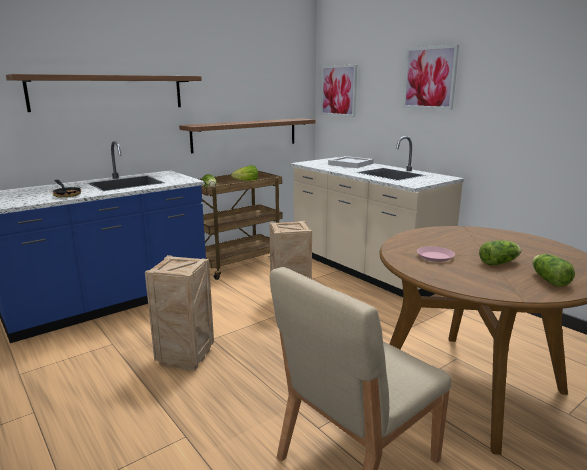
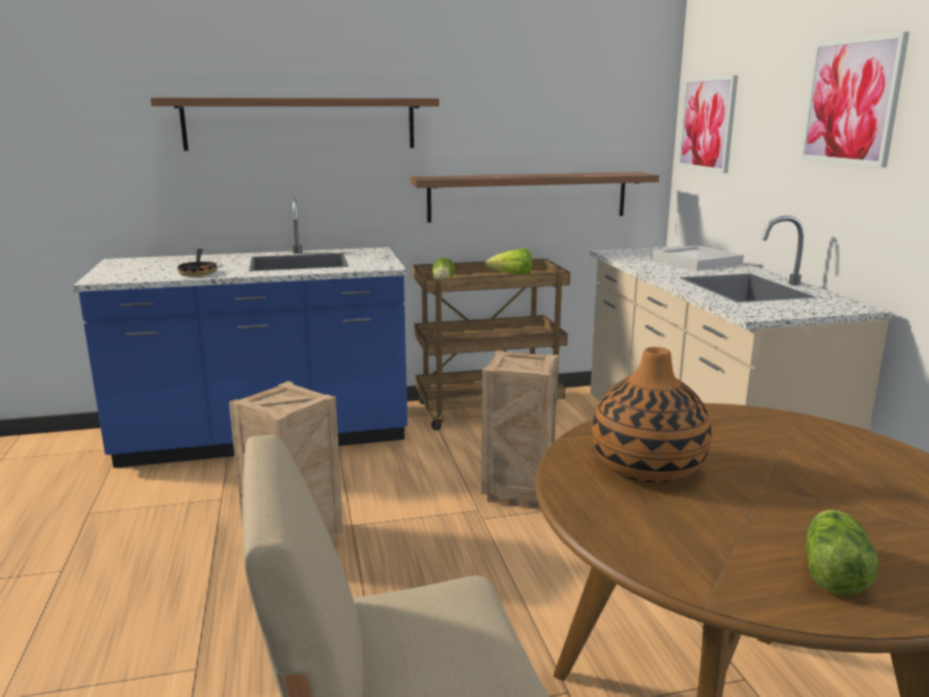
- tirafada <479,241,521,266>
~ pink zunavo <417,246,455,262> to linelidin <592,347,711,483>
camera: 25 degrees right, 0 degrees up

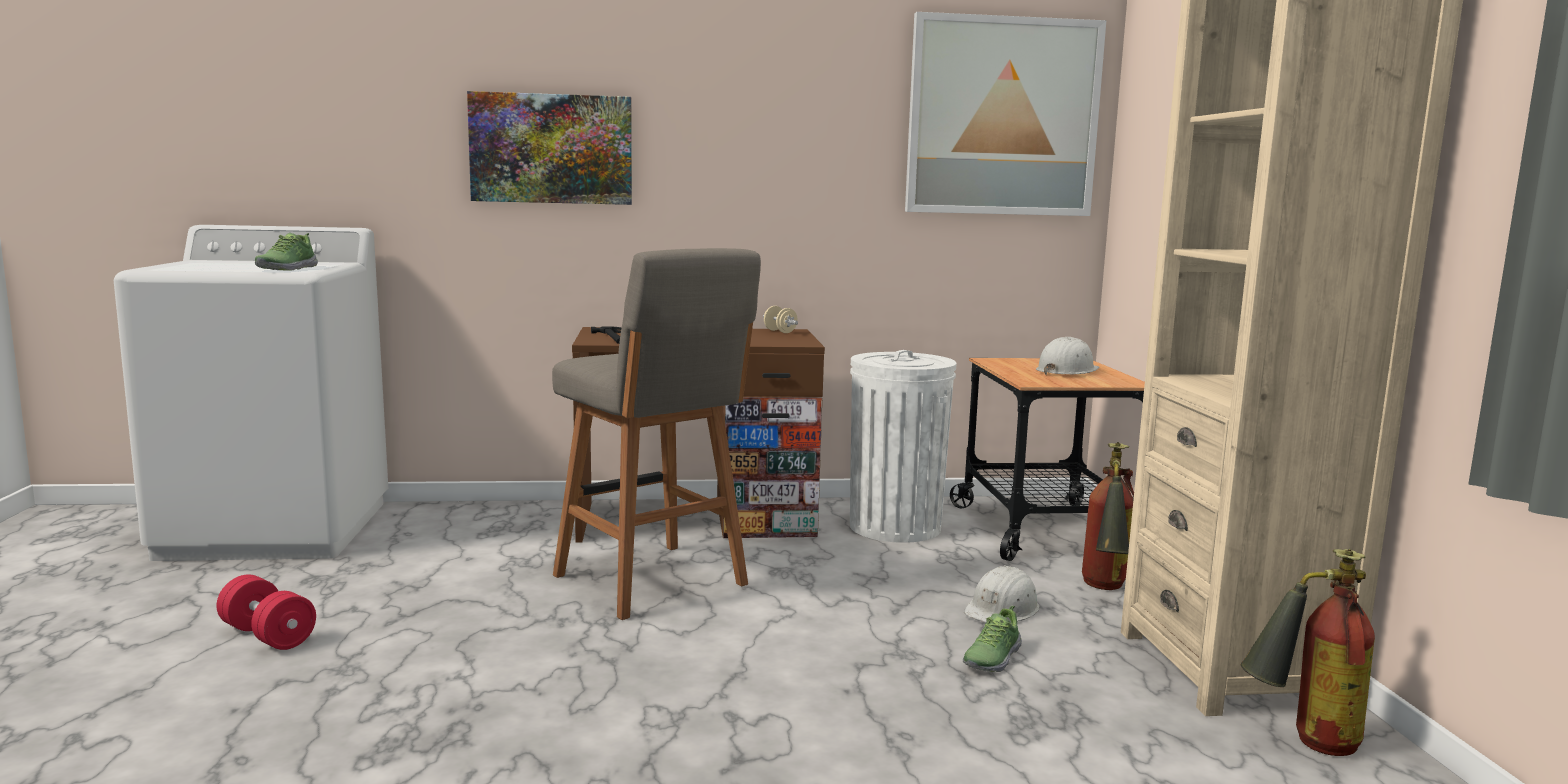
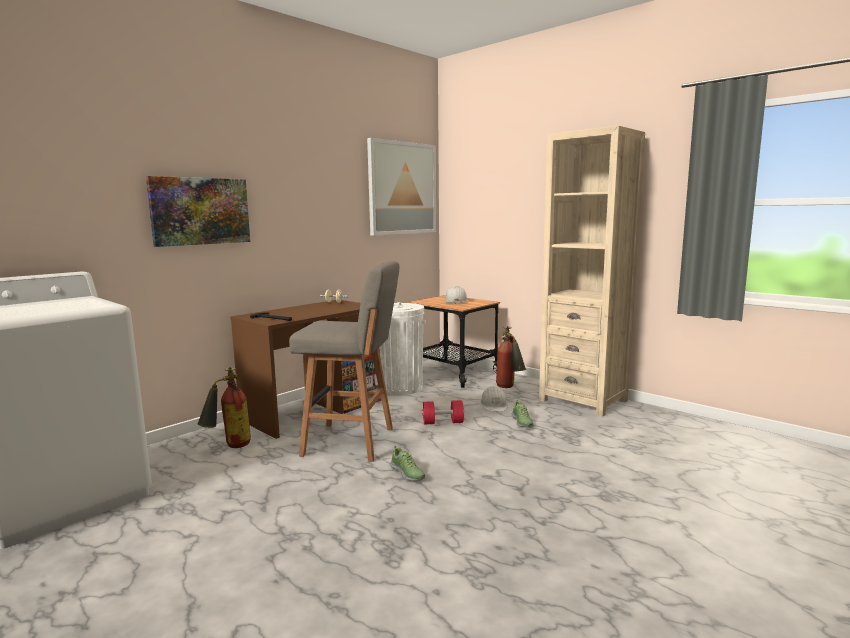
~ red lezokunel <217,574,316,650> to <422,400,464,424>
~ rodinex <255,233,318,271> to <390,446,426,481>
~ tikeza <1240,549,1375,756> to <197,367,251,448>
camera: 40 degrees left, 0 degrees up

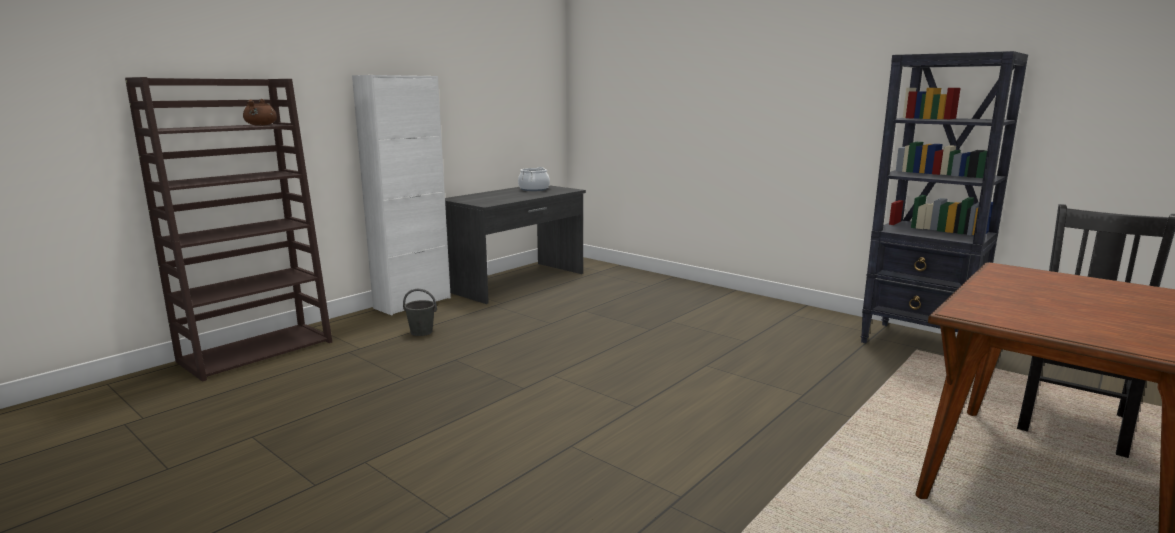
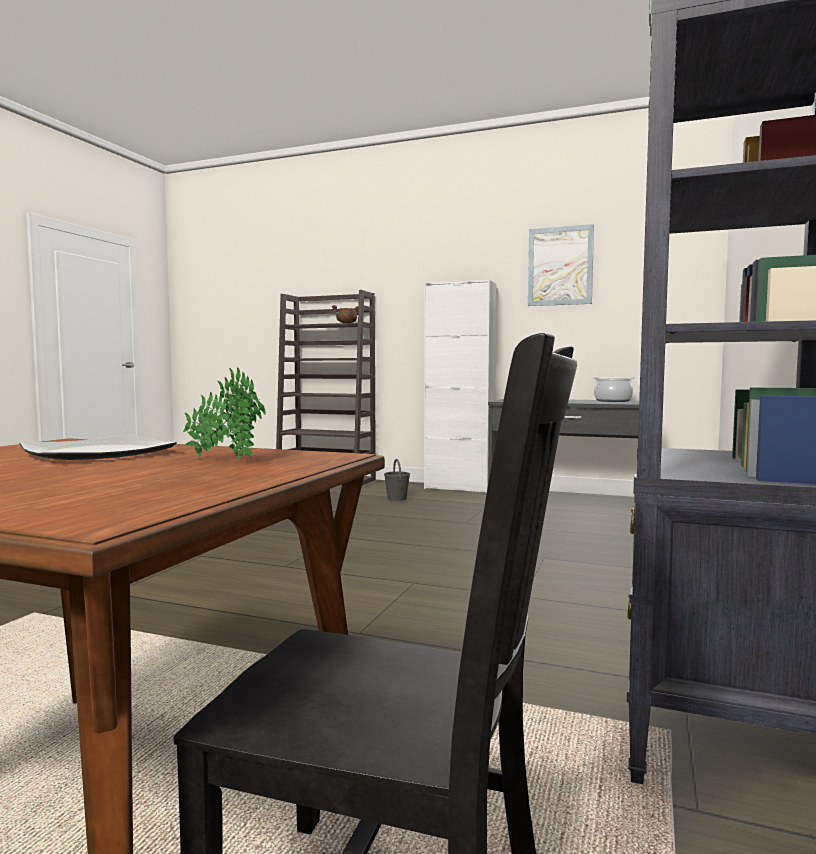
+ zunavo <20,434,177,460>
+ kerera <183,367,266,461>
+ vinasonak <528,224,594,306>
camera: 70 degrees right, 10 degrees down

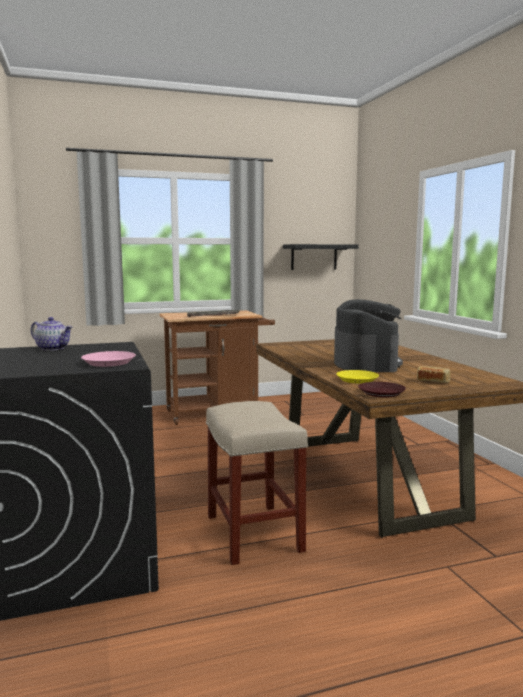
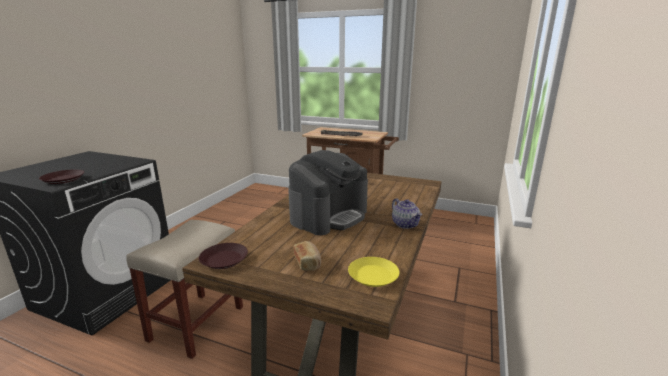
- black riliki <283,244,359,270>
~ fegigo <31,317,73,351> to <392,198,422,229>
~ yellow zunavo <336,370,379,384> to <348,257,400,287>
~ pink zunavo <81,351,136,367> to brown zunavo <39,169,84,184>
camera: 40 degrees right, 10 degrees up

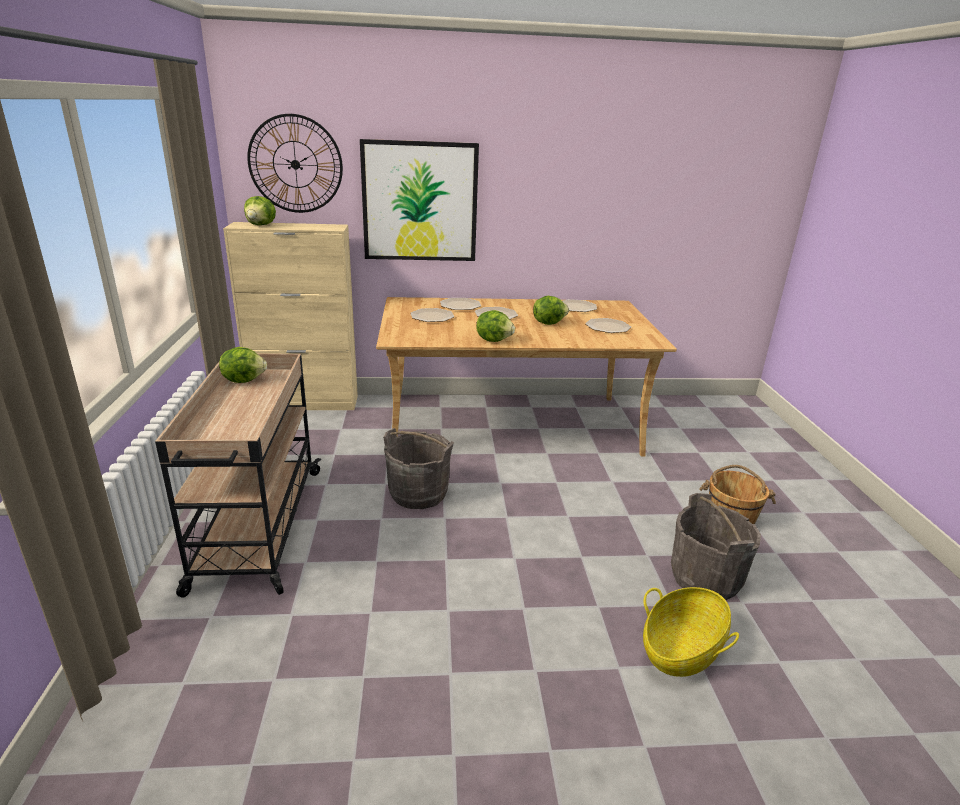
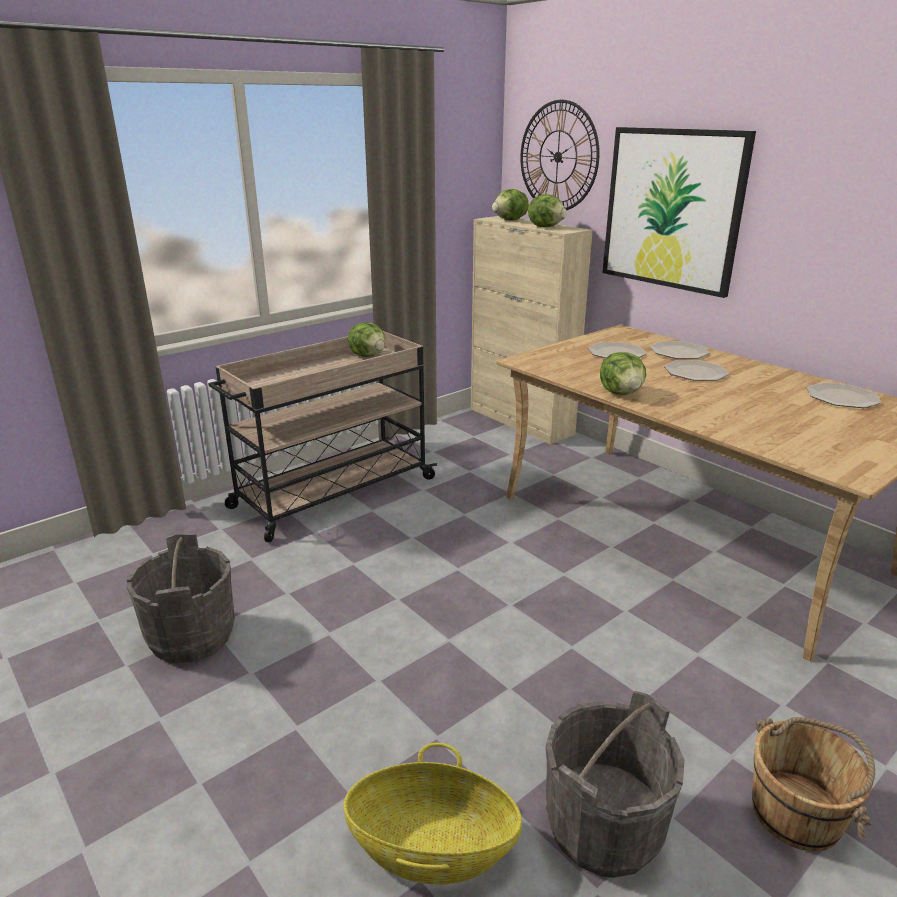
- zunavo <585,318,631,333>
~ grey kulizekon <383,428,454,509> to <126,534,235,664>
~ tirafada <533,296,569,325> to <528,194,567,227>
camera: 55 degrees right, 0 degrees up

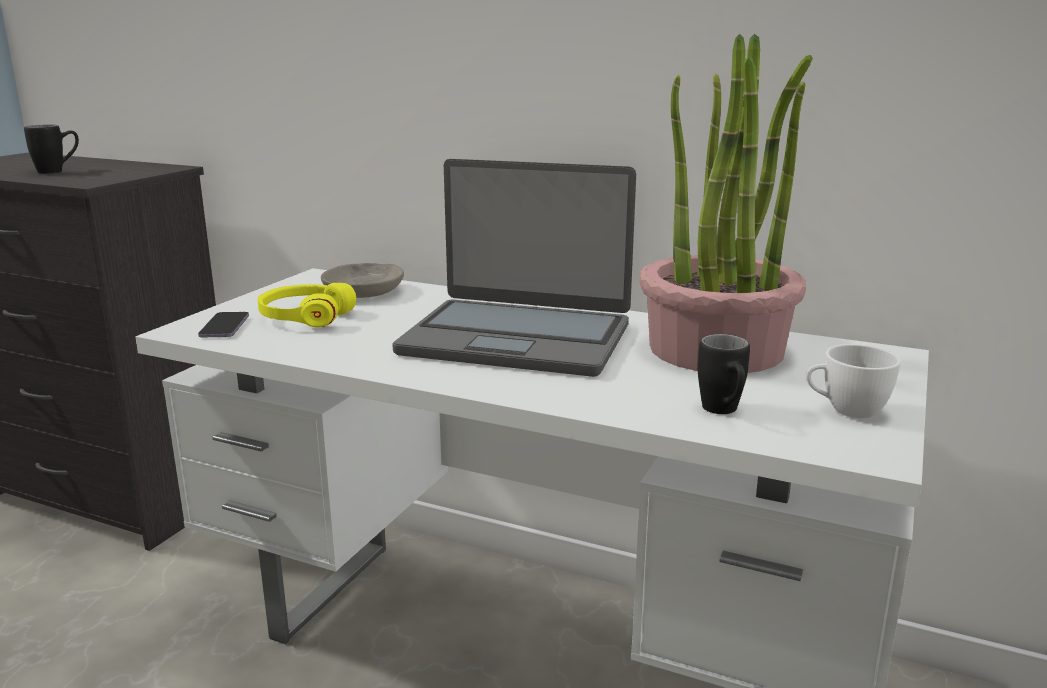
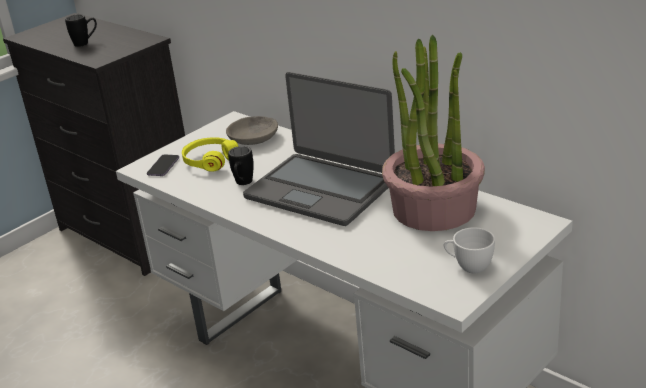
~ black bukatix <698,334,750,414> to <228,146,254,185>
camera: 20 degrees right, 10 degrees up

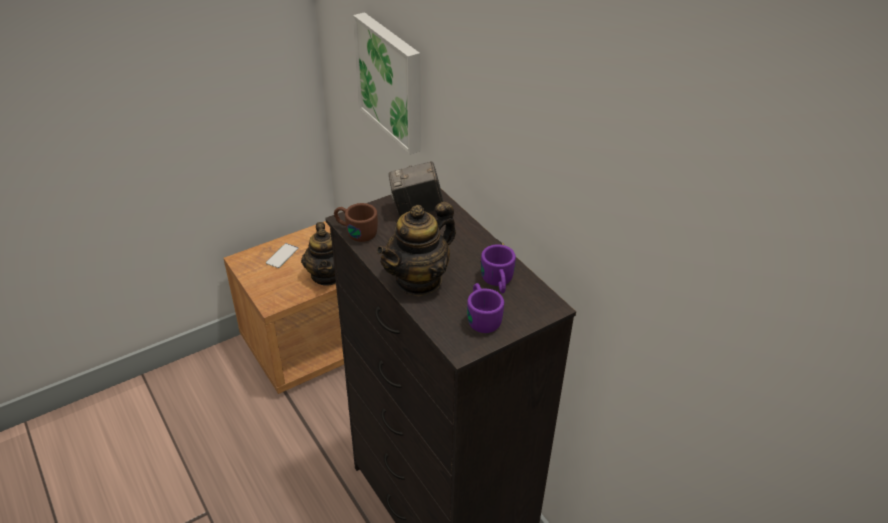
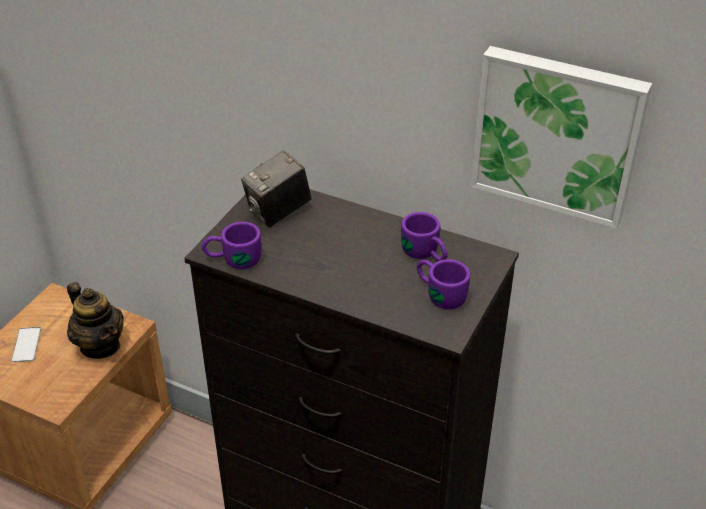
- fegigo <376,202,456,297>
~ vinasonak <353,12,421,155> to <470,46,652,229>
~ brown bukatix <334,203,378,242> to purple bukatix <201,222,261,269>
camera: 30 degrees left, 0 degrees up

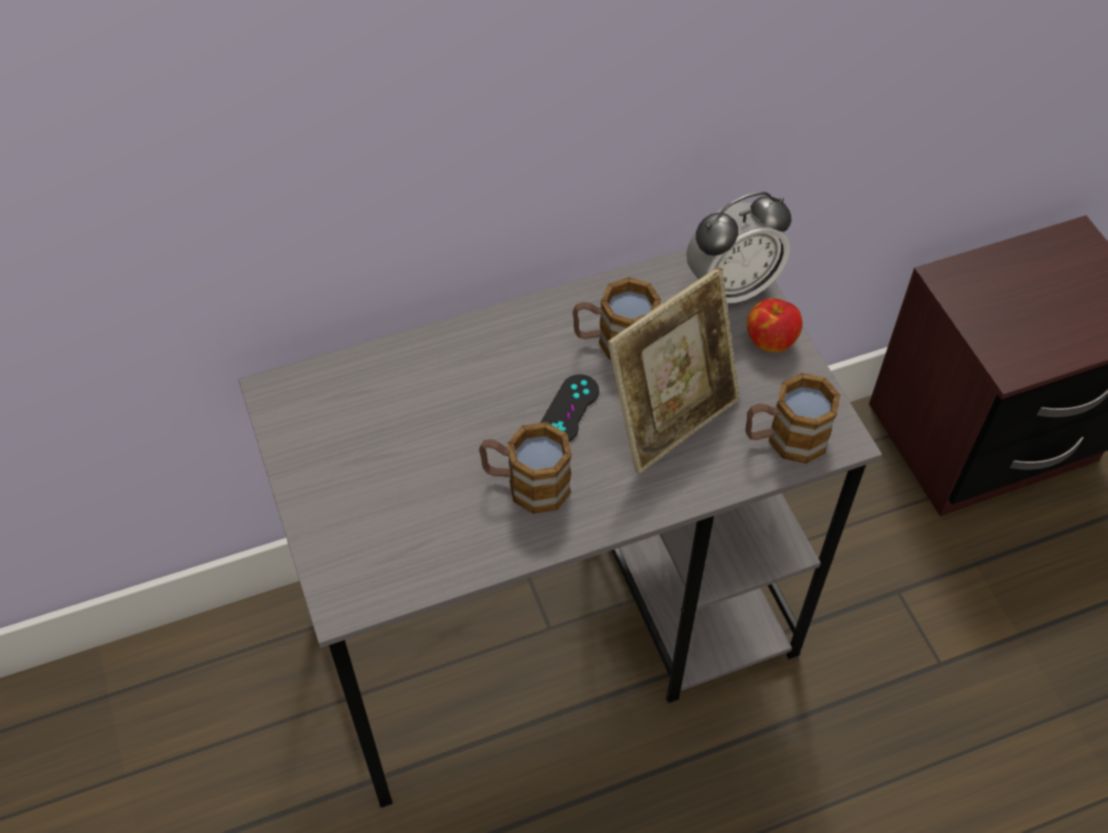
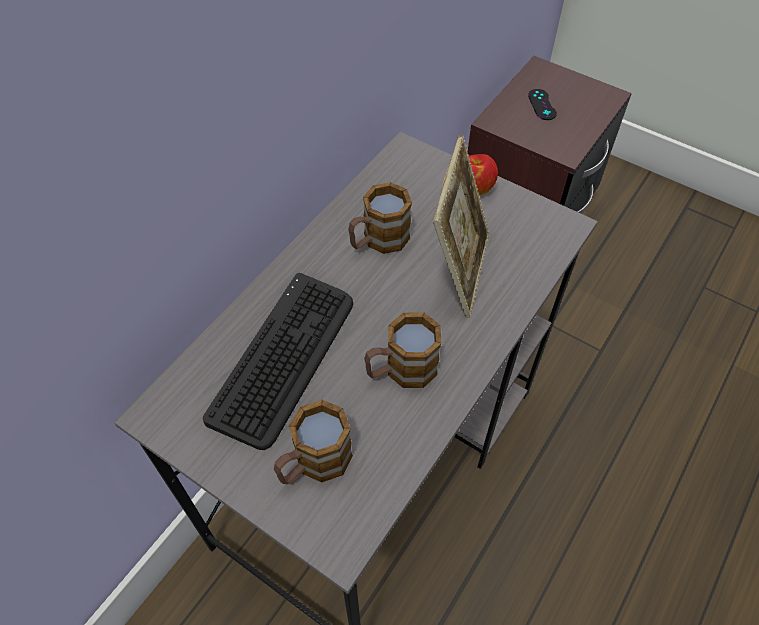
- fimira <686,192,792,303>
+ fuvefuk <203,273,353,450>
~ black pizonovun <540,374,599,442> to <528,89,557,120>
~ bukatix <746,373,840,464> to <274,400,353,484>
camera: 35 degrees left, 0 degrees up

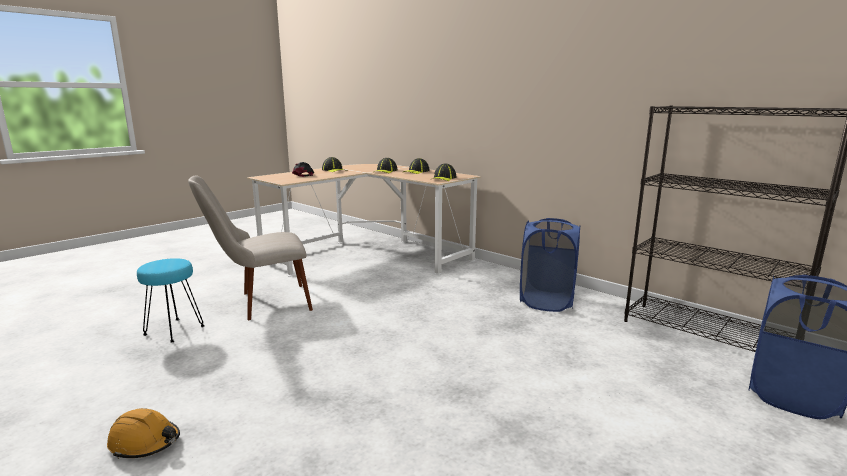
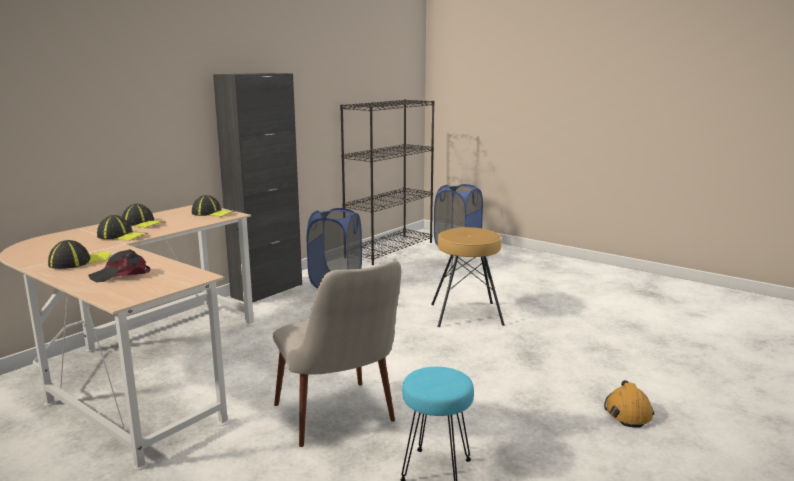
+ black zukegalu <213,73,302,303>
+ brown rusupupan <431,227,505,327>
camera: 95 degrees left, 0 degrees up

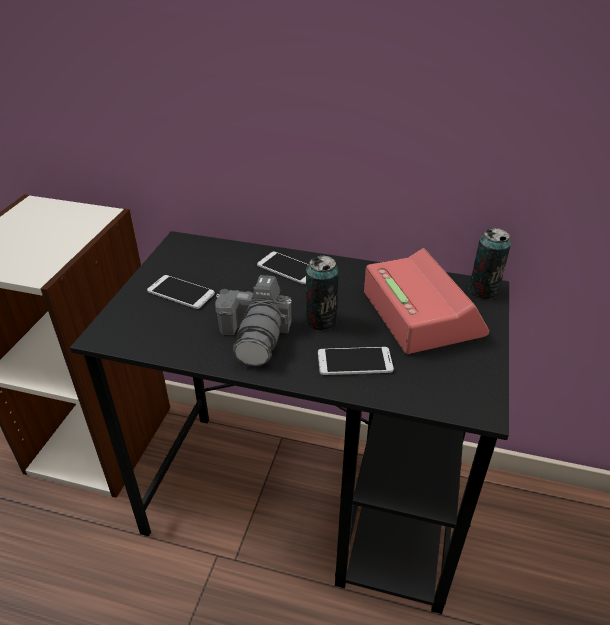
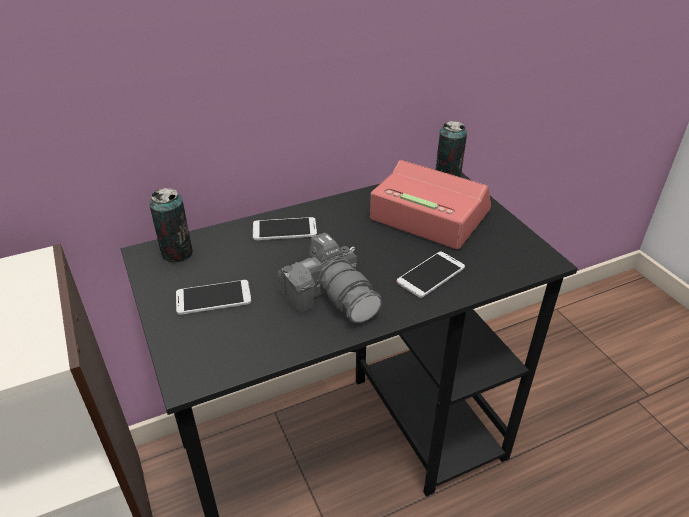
~ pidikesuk <306,255,339,331> to <149,188,193,262>
camera: 40 degrees left, 0 degrees up

